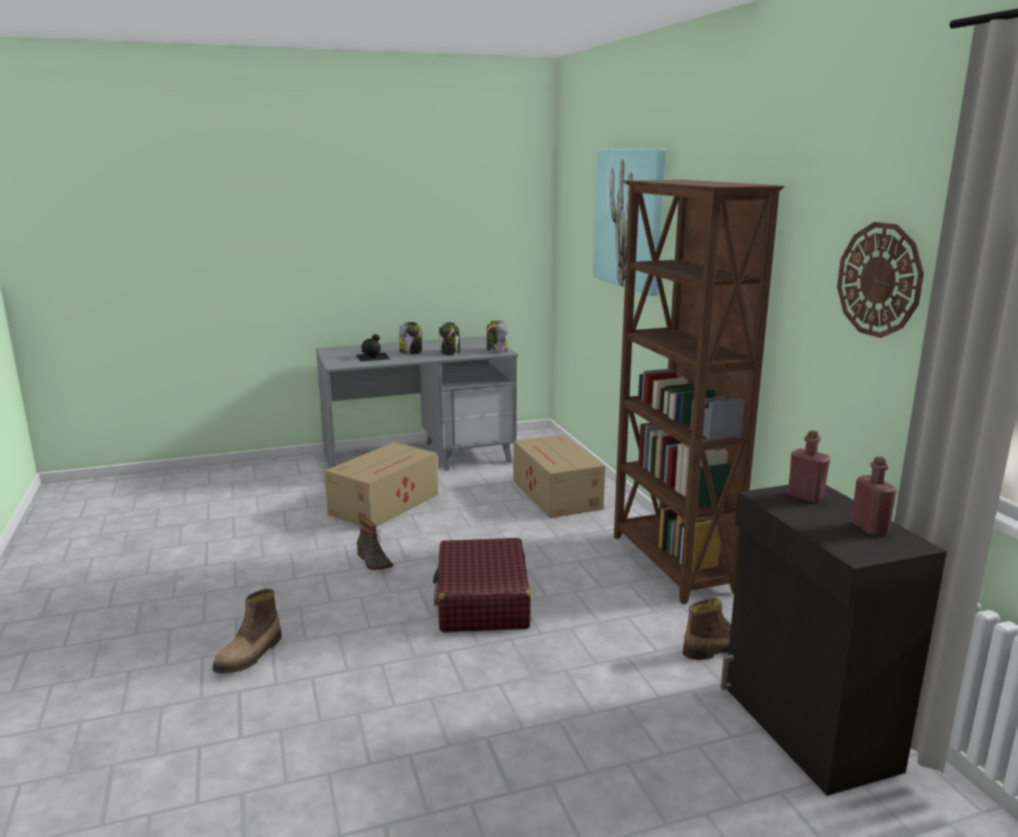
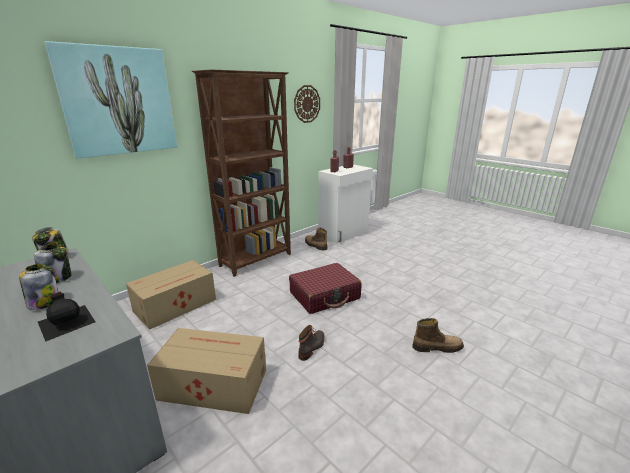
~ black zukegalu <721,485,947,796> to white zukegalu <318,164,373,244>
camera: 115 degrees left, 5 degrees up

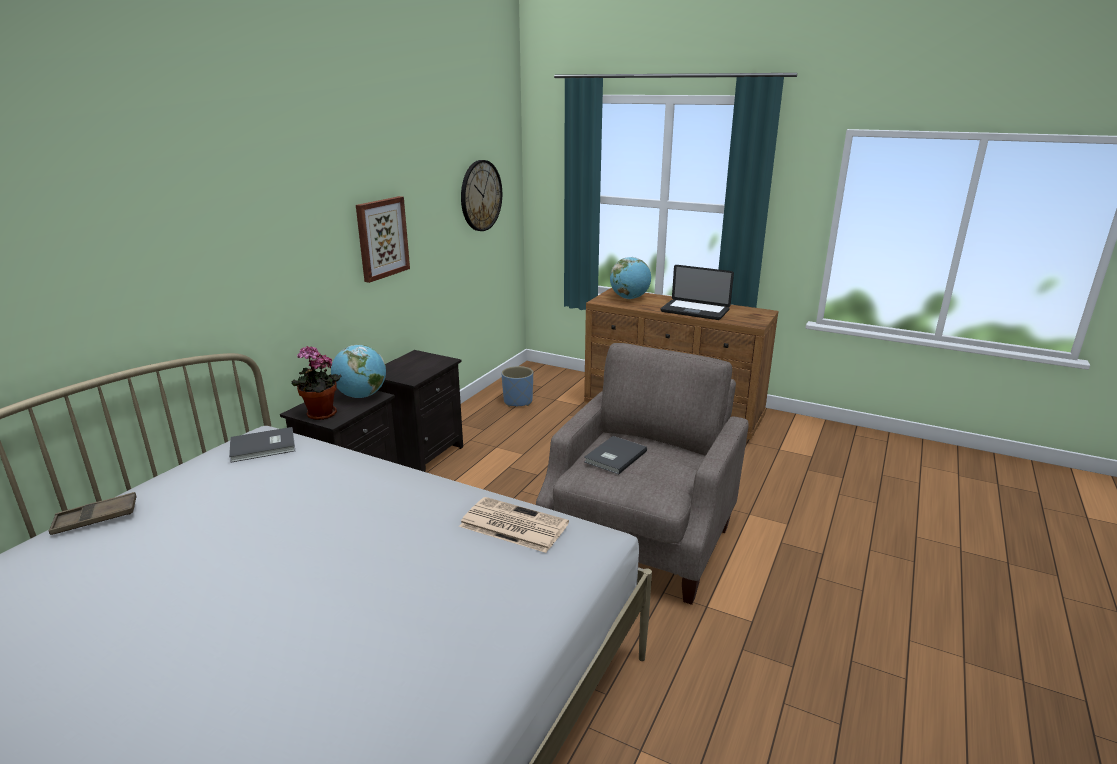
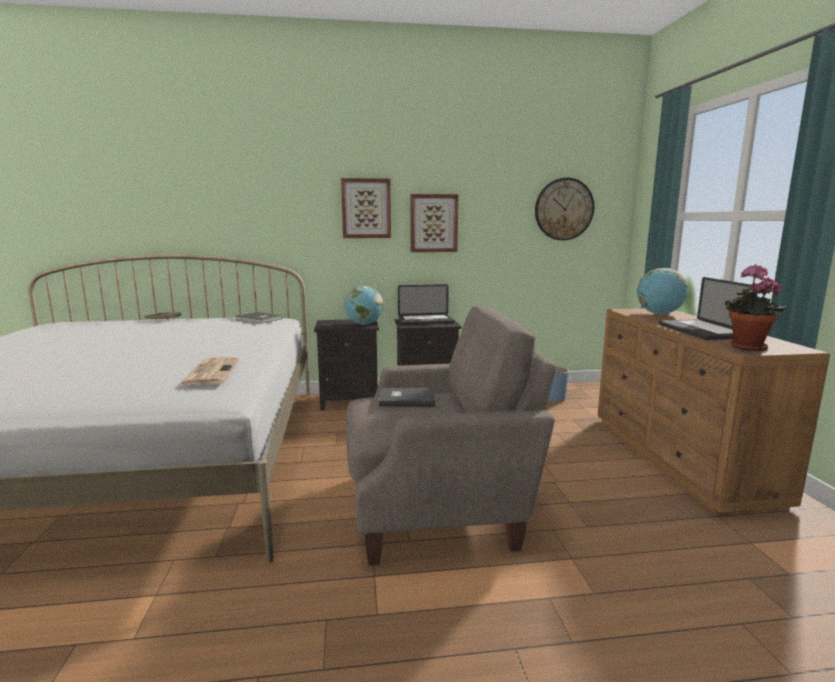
+ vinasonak <341,178,391,238>
+ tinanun <398,284,455,325>
~ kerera <292,346,341,420> to <725,265,787,351>
camera: 55 degrees right, 10 degrees down

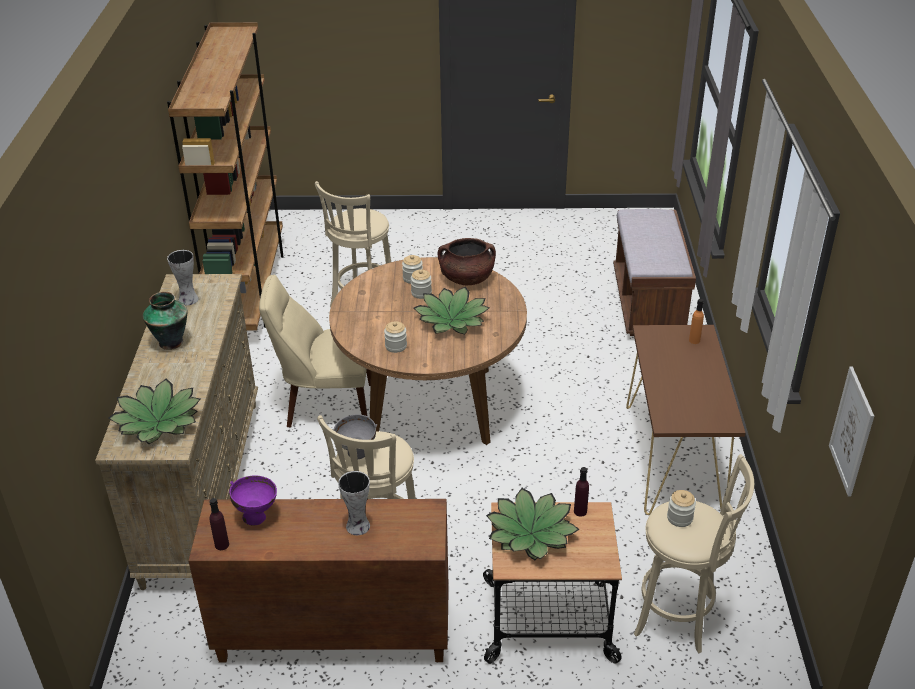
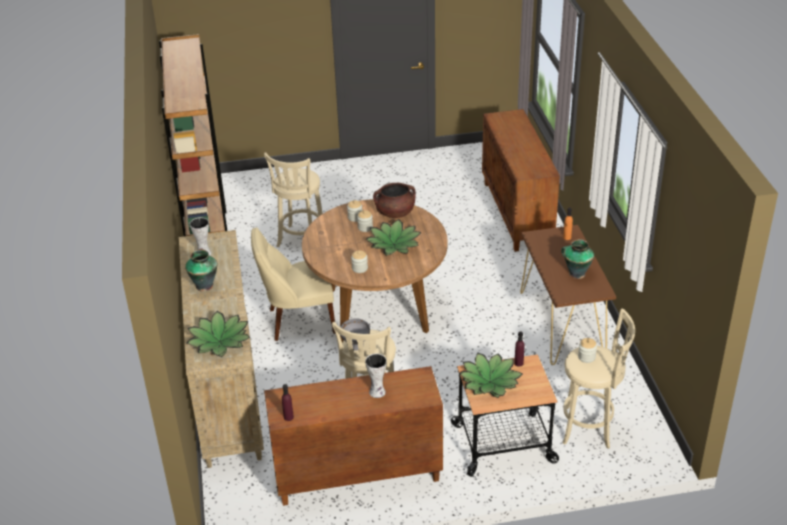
- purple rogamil <229,476,277,525>
- vinasonak <829,367,874,496>
+ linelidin <561,239,594,279>
~ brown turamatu <613,209,696,336> to brown zukegalu <482,109,560,252>
camera: 10 degrees left, 0 degrees up

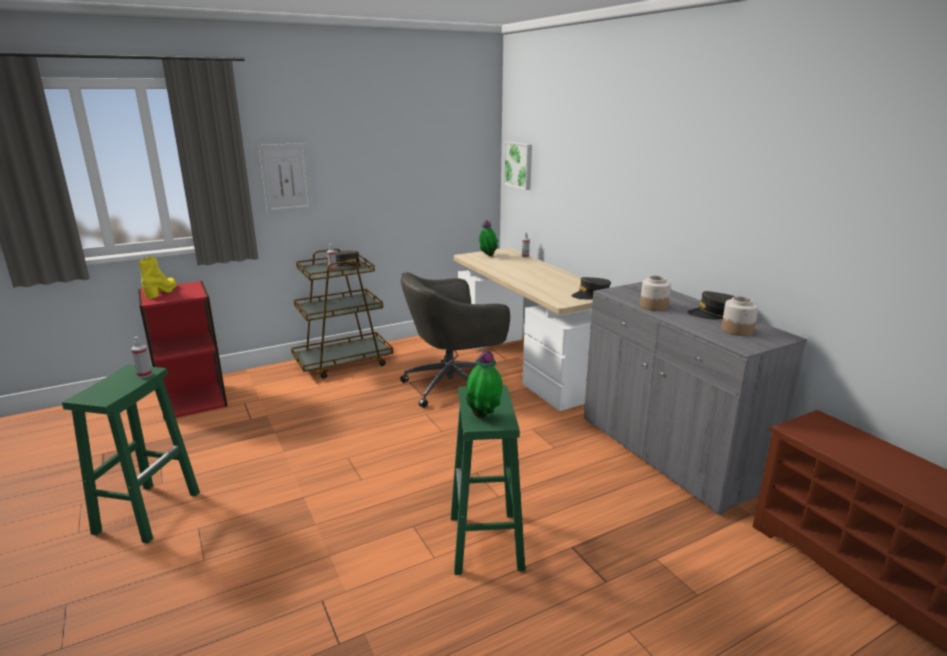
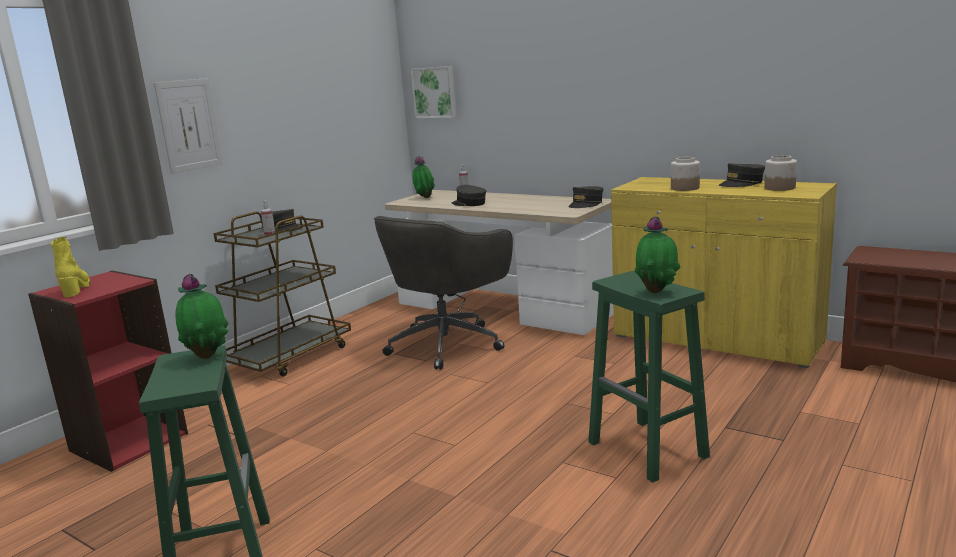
+ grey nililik <452,185,486,206>
~ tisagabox <131,337,152,378> to kerera <175,274,229,359>
~ grey zukegalu <584,282,807,515> to yellow zukegalu <611,177,837,368>
camera: 25 degrees left, 5 degrees down

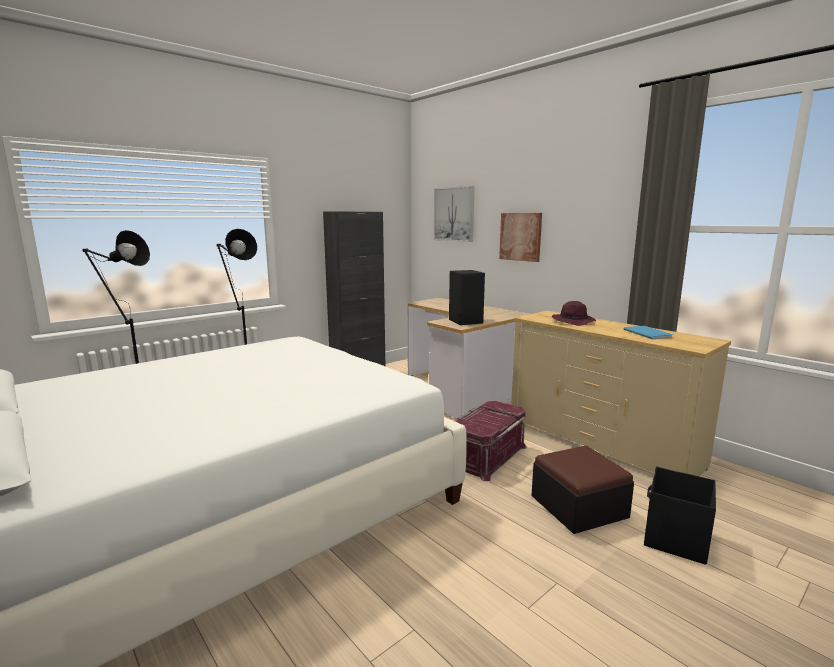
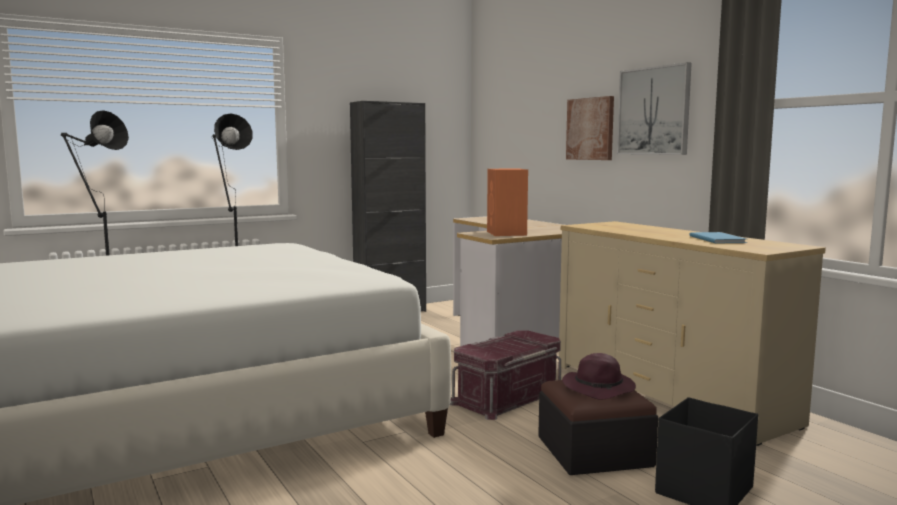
~ vinasonak <434,186,475,242> to <617,62,692,155>
~ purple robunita <552,301,596,326> to <562,353,636,400>
~ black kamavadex <449,270,485,325> to orange kamavadex <487,169,528,236>
camera: 10 degrees right, 5 degrees down

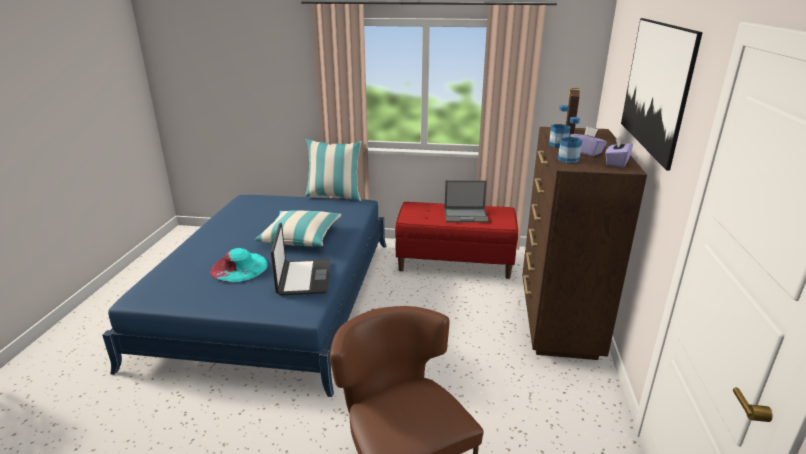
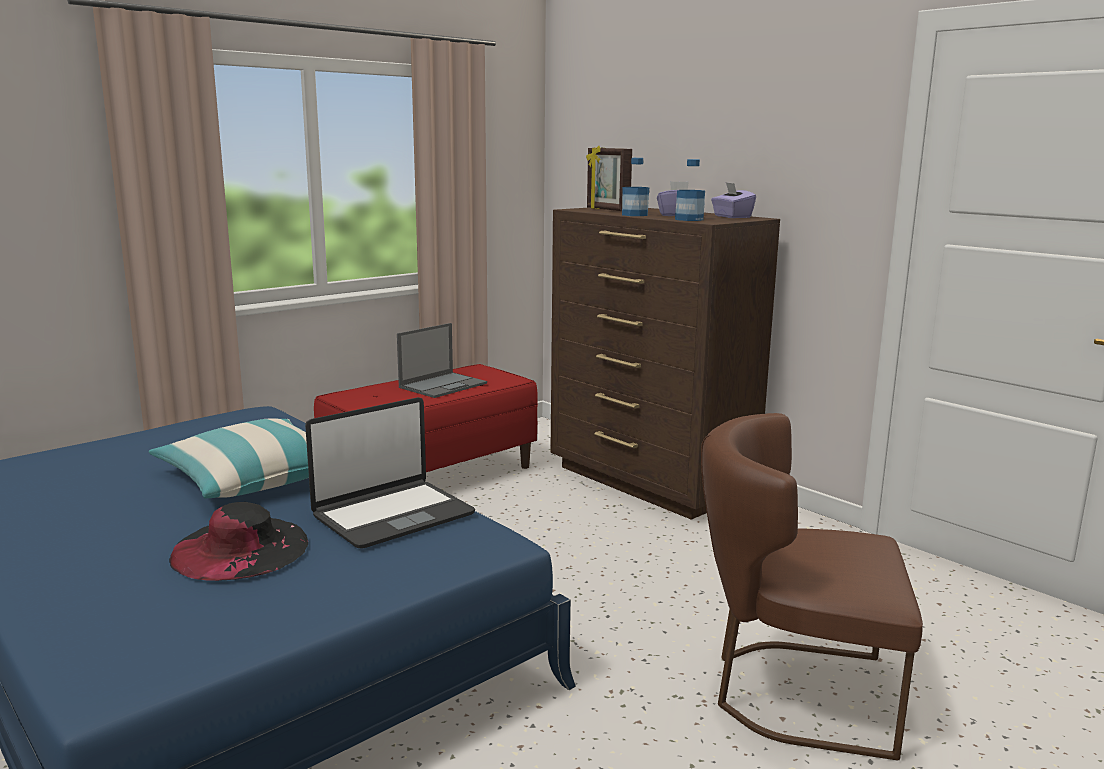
- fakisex <305,139,362,201>
- vinasonak <621,18,703,171>
~ turquoise robunita <210,248,268,282> to black robunita <169,502,308,581>
~ tinanun <270,223,330,295> = <305,397,475,549> 105 degrees clockwise
camera: 50 degrees left, 10 degrees down

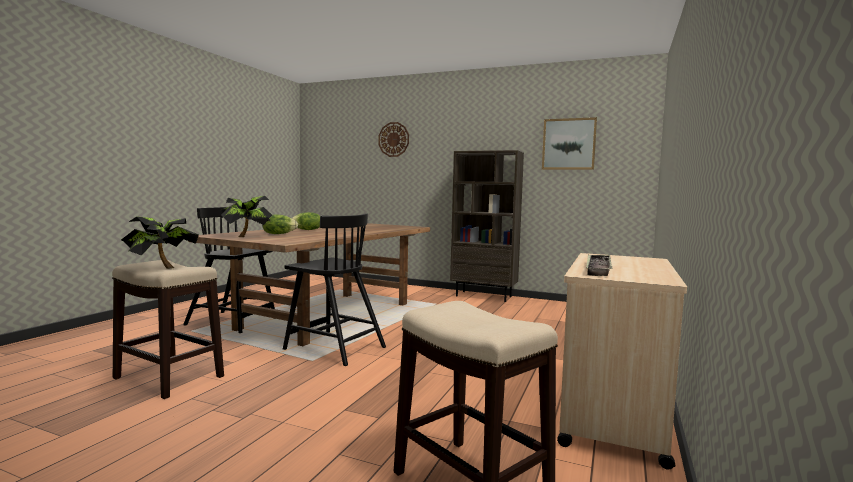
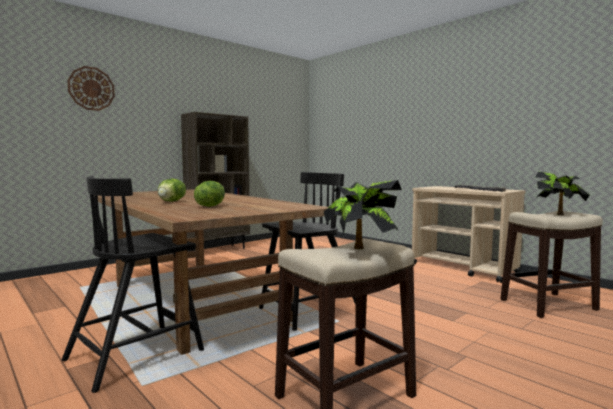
- vinasonak <542,117,597,170>
~ kerera <221,196,272,237> to <536,172,590,215>
camera: 65 degrees left, 0 degrees up

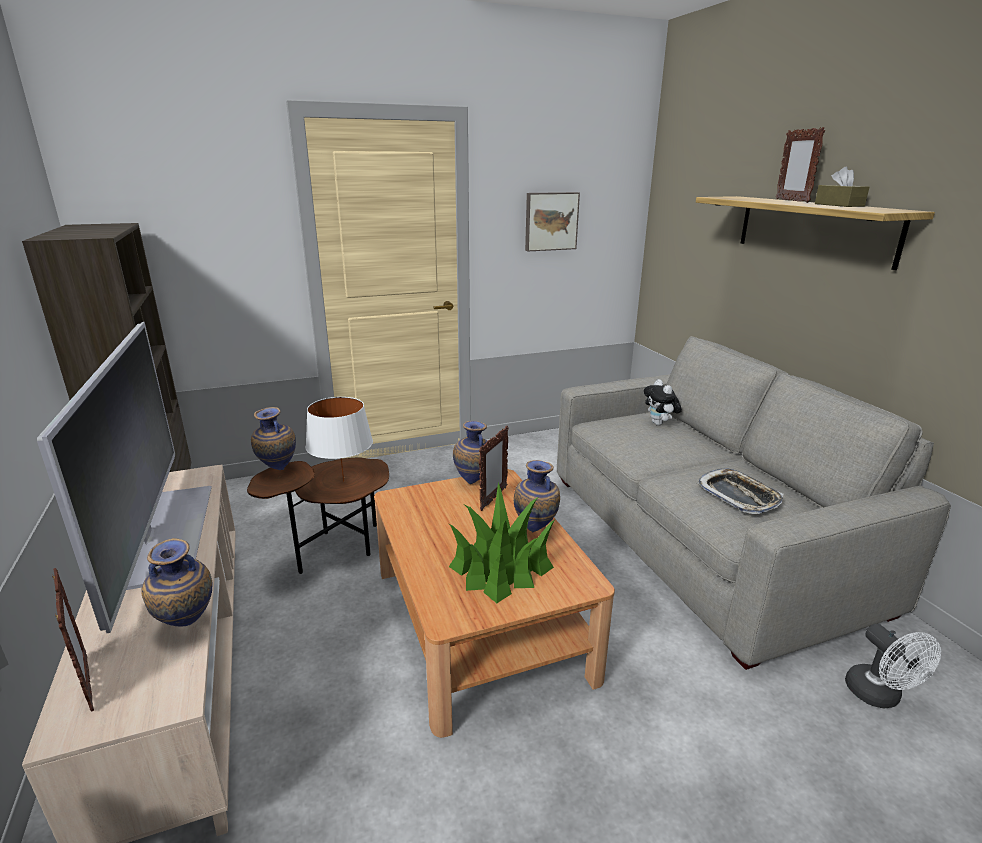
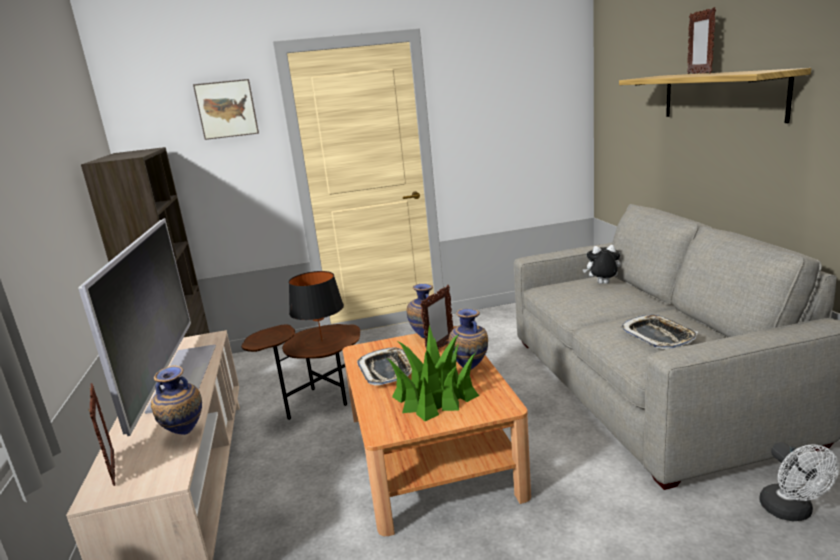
- linelidin <251,407,296,470>
- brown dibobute <815,166,869,207>
+ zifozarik <357,347,412,386>
~ vinasonak <525,192,580,251> to <193,79,259,140>
~ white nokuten <305,397,373,482> to black nokuten <289,271,344,342>
~ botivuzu <644,379,682,426> = <582,245,621,284> 105 degrees clockwise
camera: 10 degrees right, 5 degrees down

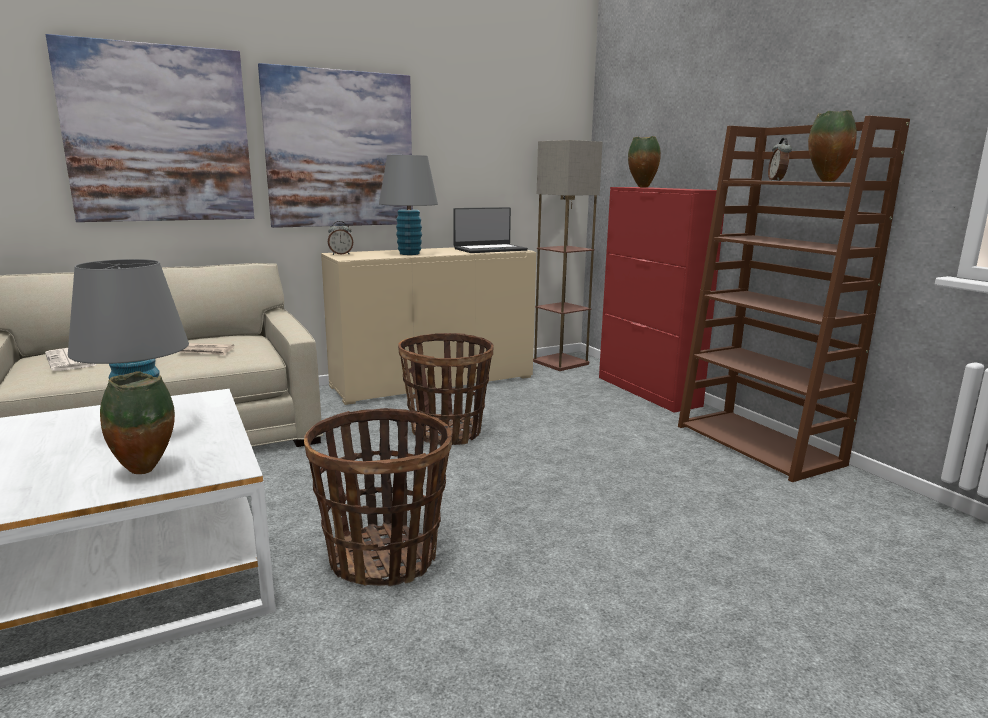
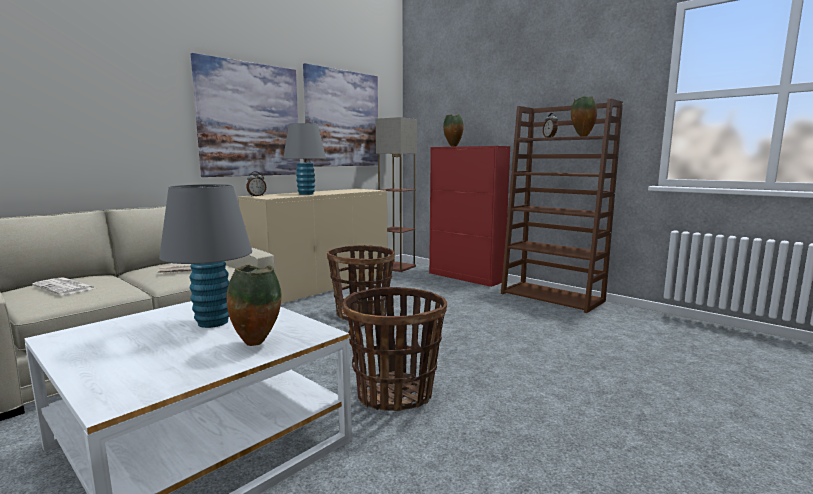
- tinanun <453,207,528,253>
~ vinasonak <46,34,254,222> to <303,63,378,167>
camera: 20 degrees left, 5 degrees down

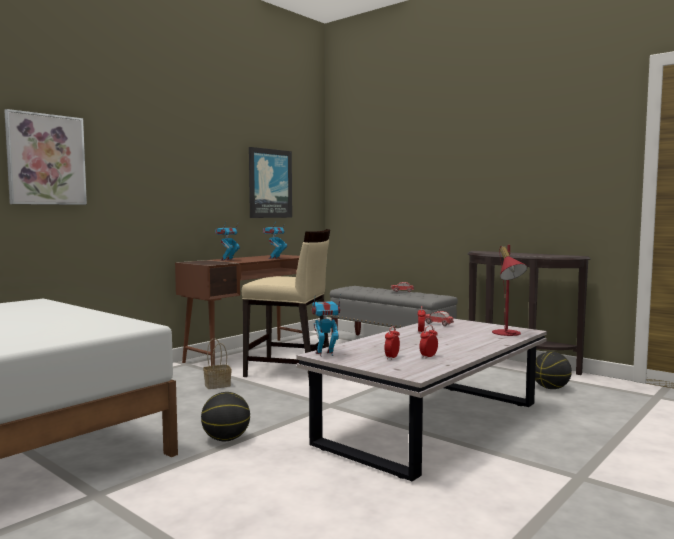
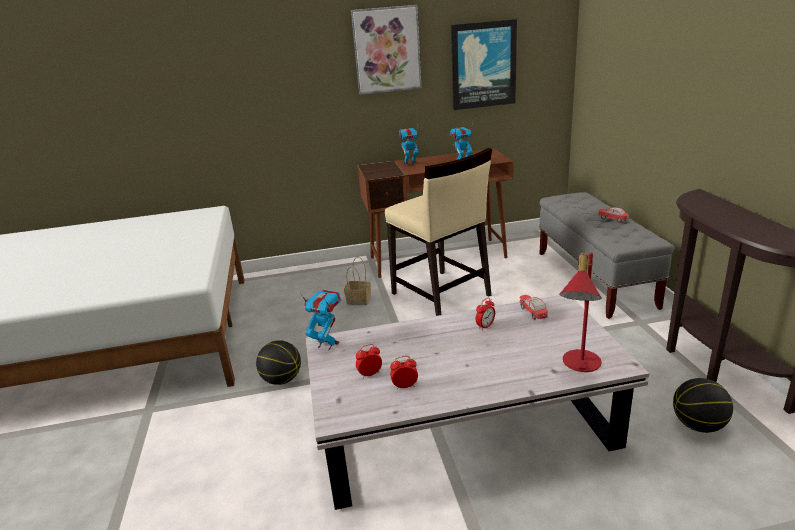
~ vinasonak <4,109,87,205> to <351,5,421,95>
camera: 40 degrees right, 20 degrees up

